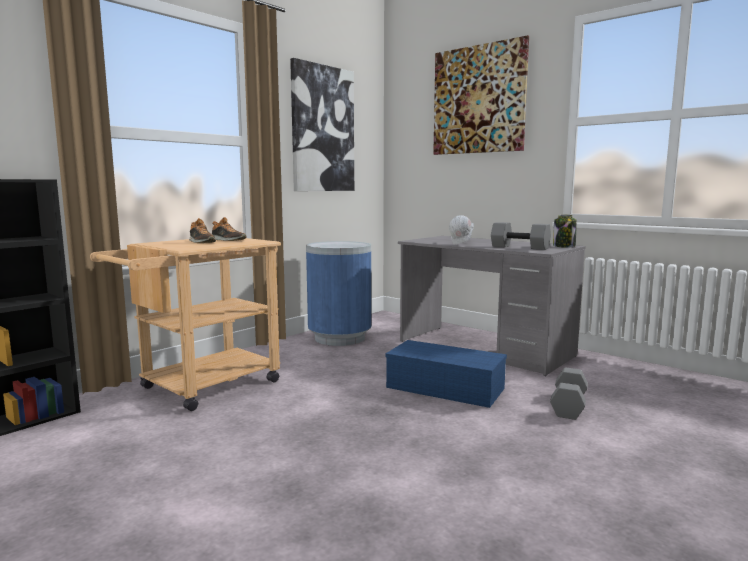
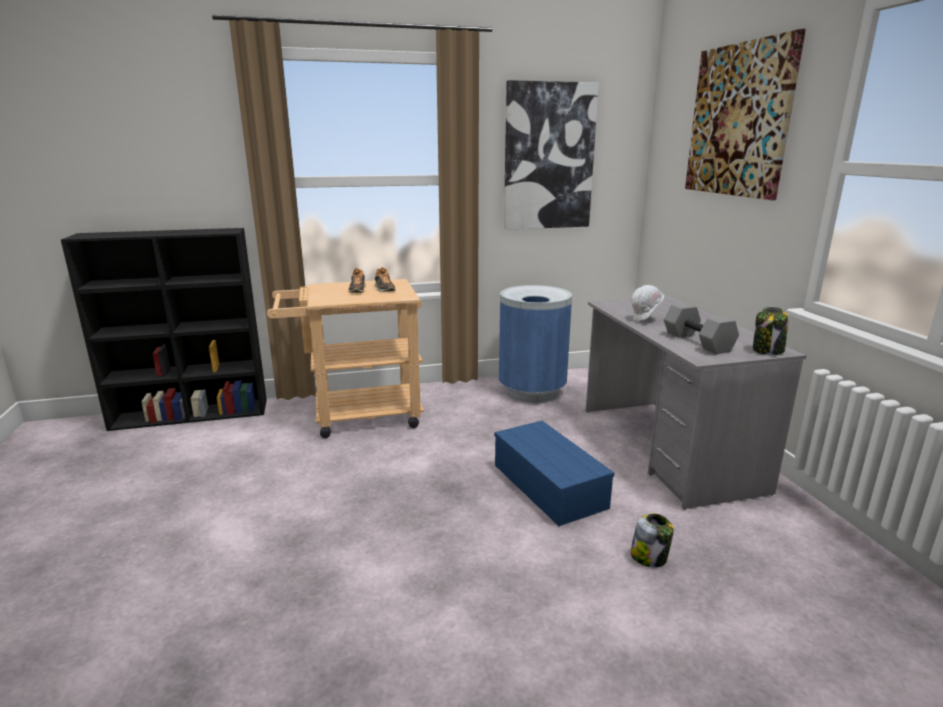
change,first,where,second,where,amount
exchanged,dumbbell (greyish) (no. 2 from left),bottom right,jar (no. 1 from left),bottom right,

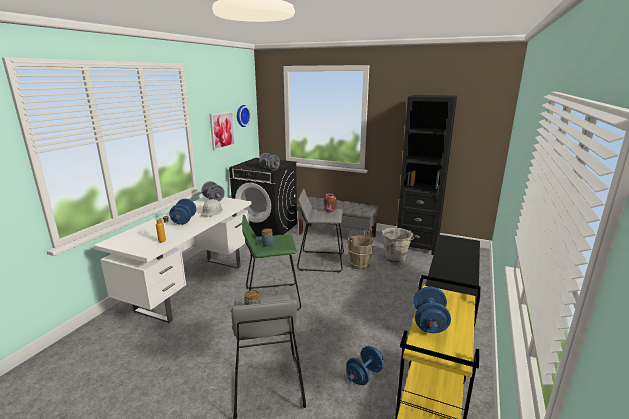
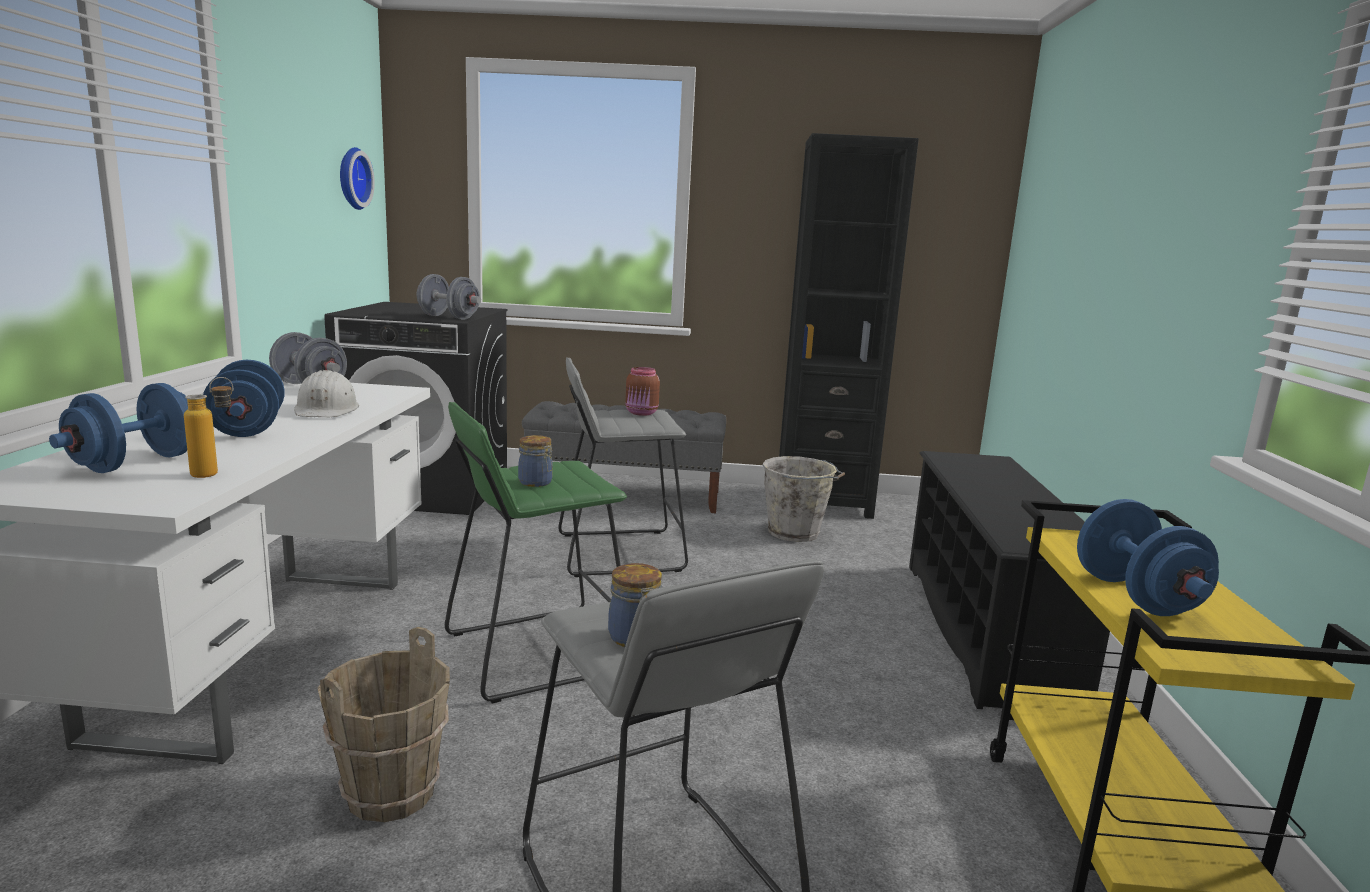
change,first,where,second,where,amount
missing,wall picture,top centre,,,
relocated,water bucket (brown-coloured),centre,,bottom left,
relocated,dumbbell (blue-coloured) (no. 2 from left in the first image),bottom centre,dumbbell (blue-coloured) (no. 1 from left),middle left,

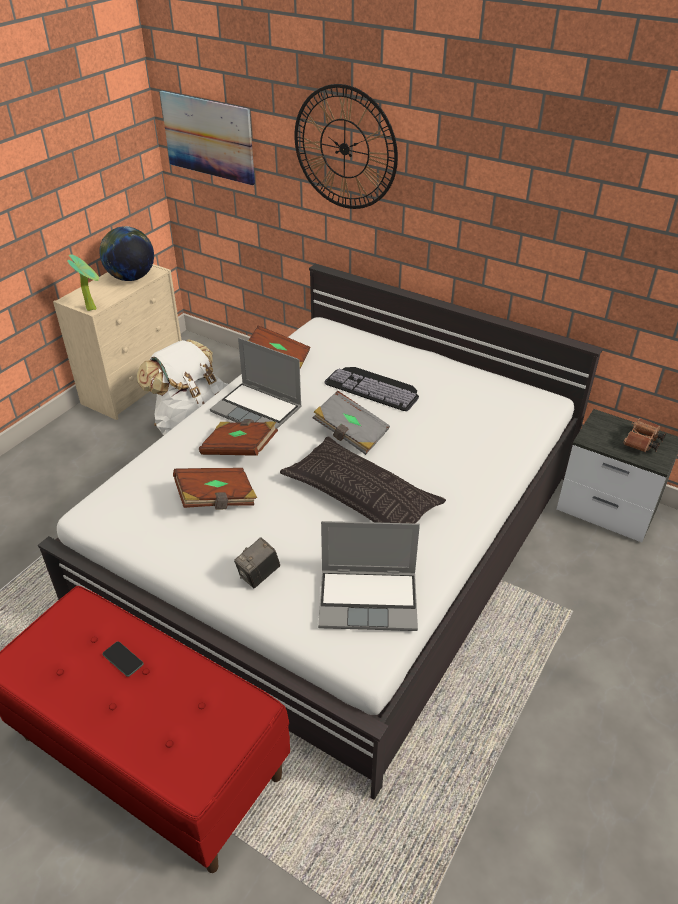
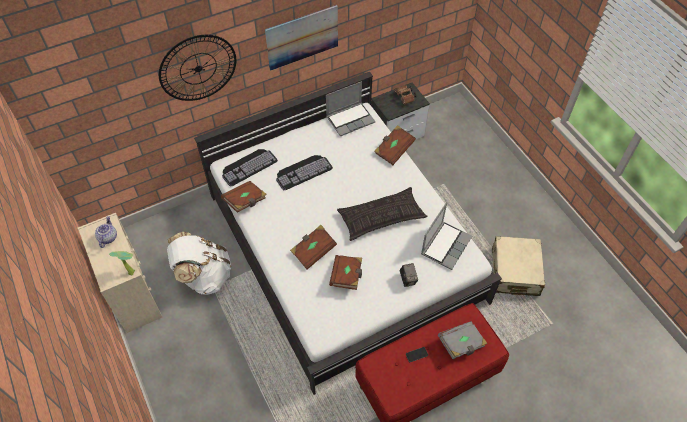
change,first,where,second,where,amount
relocated,wall picture,top left,,top centre,
exchanged,world globe,top left,tea pot,middle left,
relocated,notebook computer (no. 1 from left),centre,,top centre,
relocated,book (greyish),centre,,bottom right,
appeared,,,book (brown-coloured) (no. 4 from left),centre,
appeared,,,PC keyboard (no. 1 from left),centre,
appeared,,,travel case (beige-coloured),middle right,

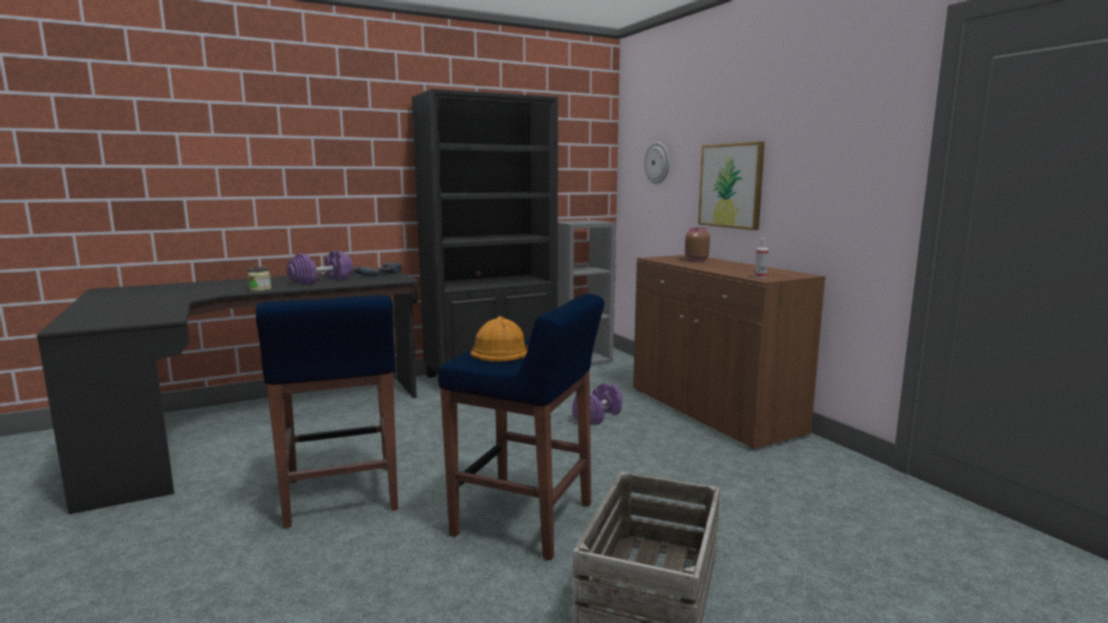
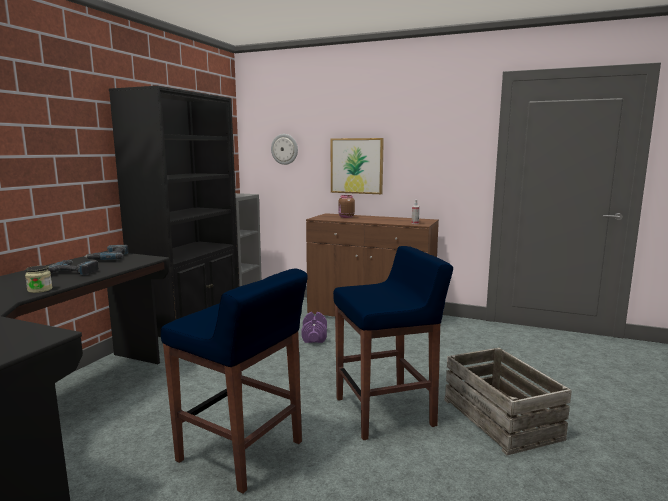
change,first,where,second,where,amount
exchanged,dumbbell (purple-coloured) (no. 1 from left),middle left,power drill (no. 1 from left),middle left,
missing,hard hat (orange-coloured),centre,,,

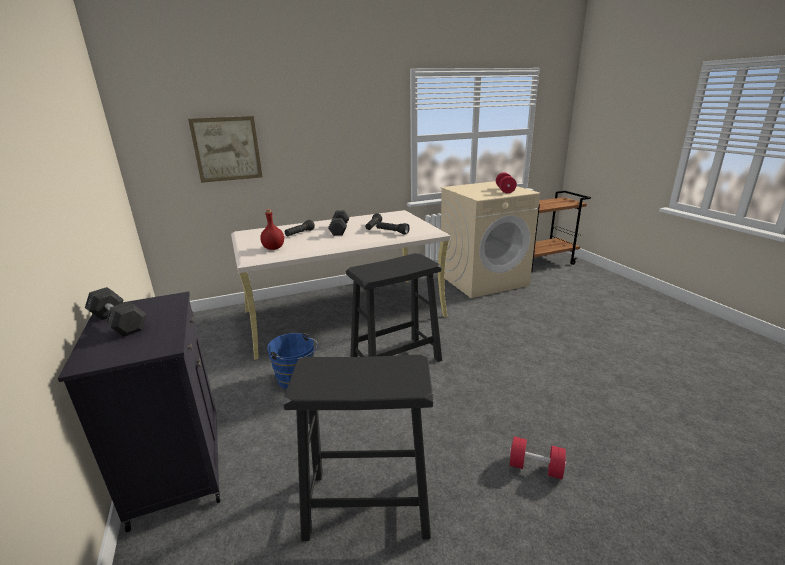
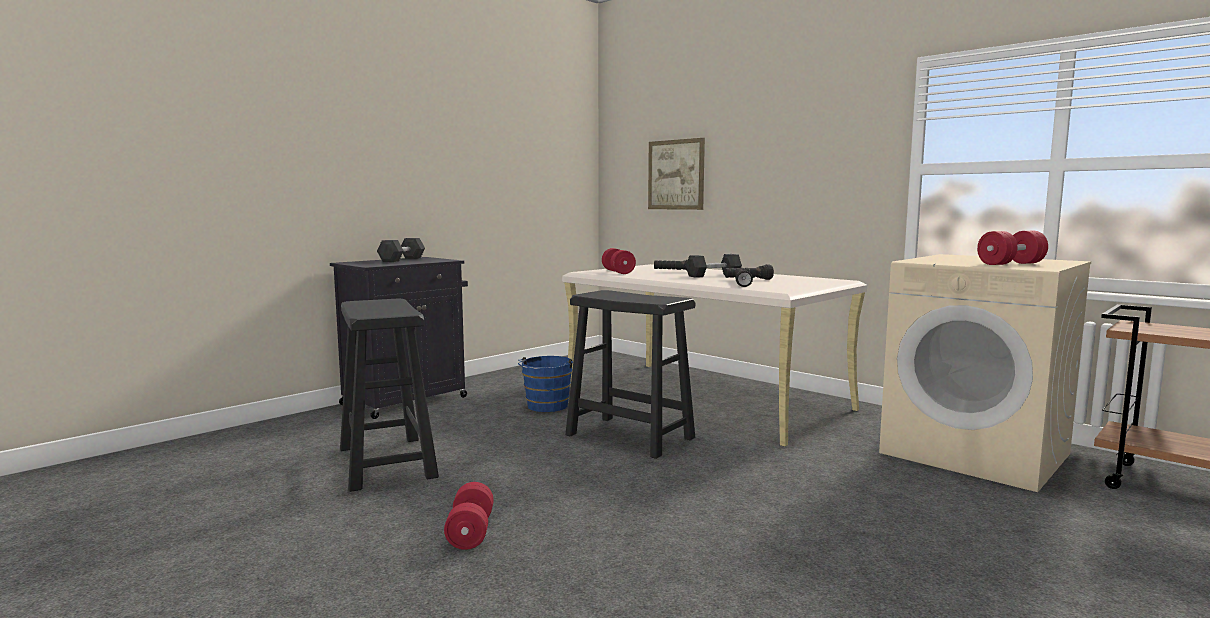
change,first,where,second,where,amount
exchanged,beverage bottle (red-coloured),centre,dumbbell (red-coloured) (no. 2 from left),centre,

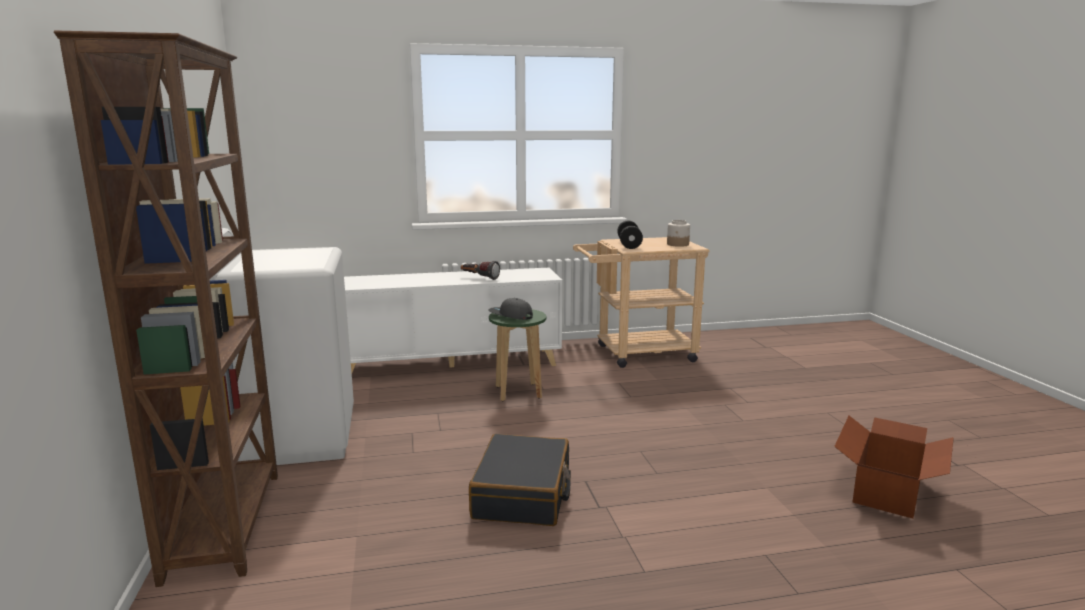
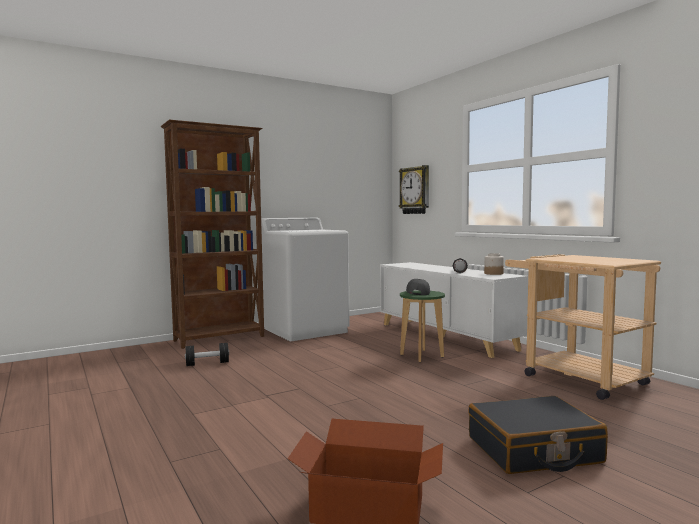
change,first,where,second,where,amount
relocated,dumbbell (black-coloured),centre,,bottom left,
relocated,jar,centre,,middle right,
relocated,travel case (black-coloured),bottom centre,,bottom right,
appeared,,,hanging clock,centre,

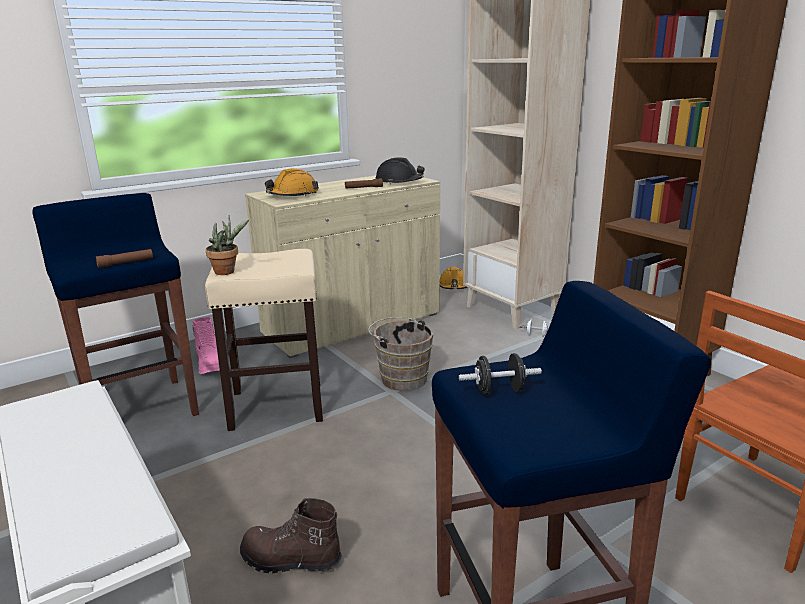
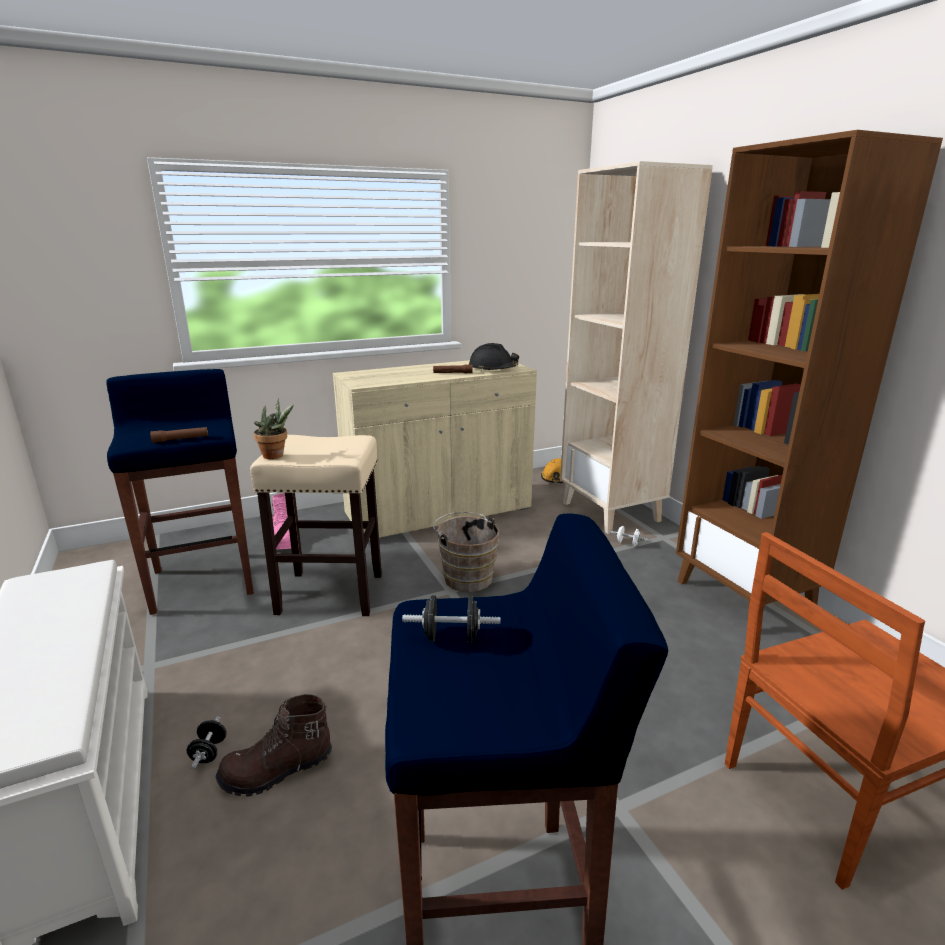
change,first,where,second,where,amount
missing,hard hat (orange-coloured) (no. 1 from left),top centre,,,
spun,boot (brown-coloured),bottom centre,,bottom left,45 degrees counterclockwise
appeared,,,dumbbell (black-coloured) (no. 1 from left),bottom left,

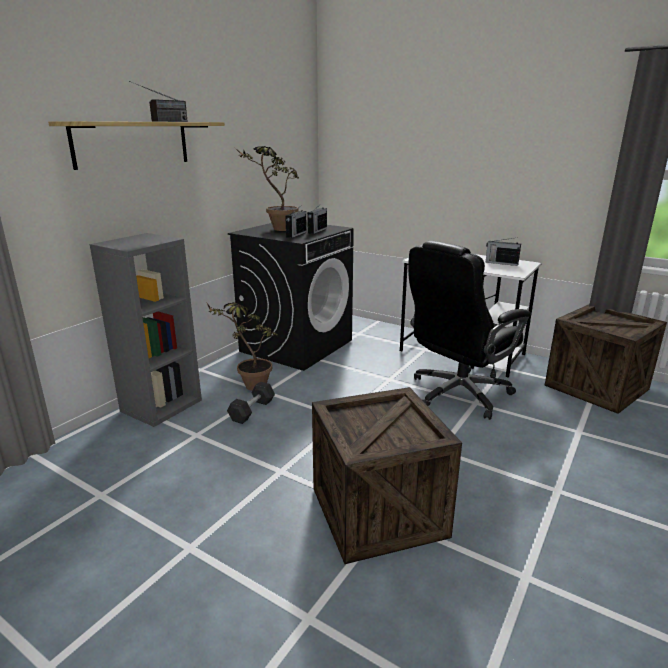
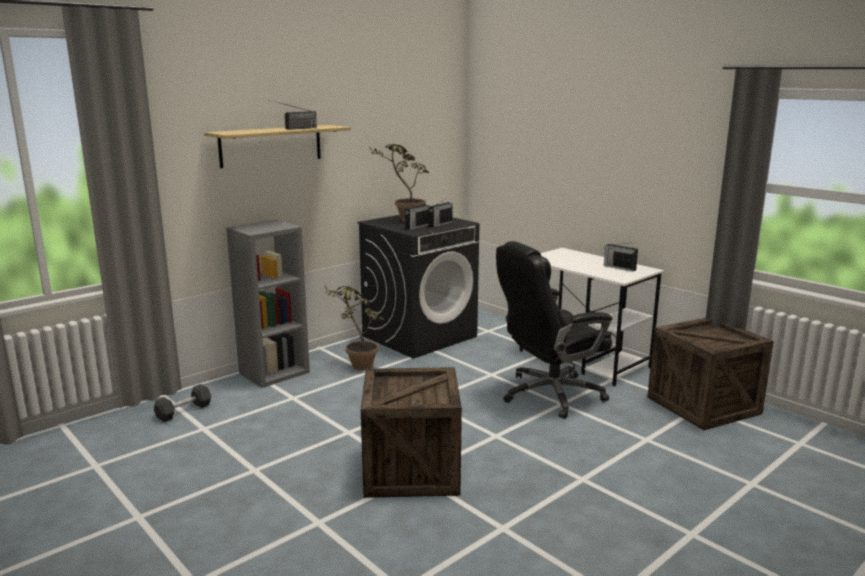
change,first,where,second,where,amount
relocated,dumbbell (greyish),centre,,bottom left,

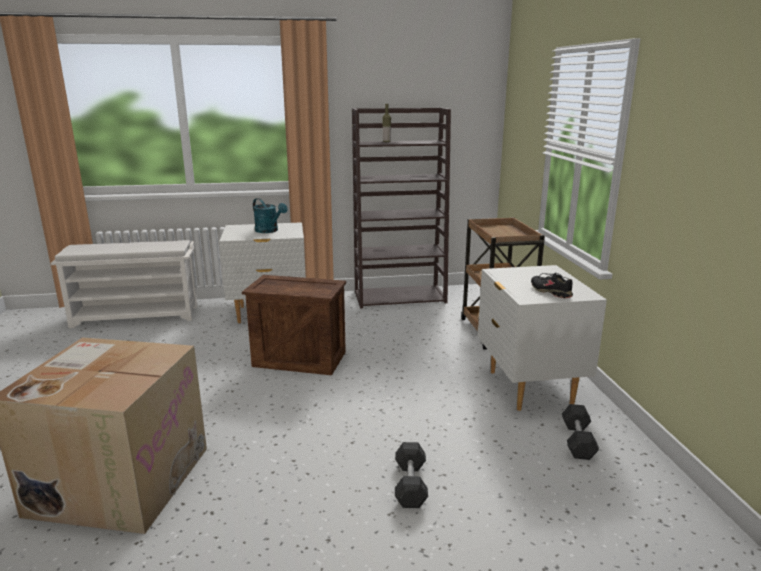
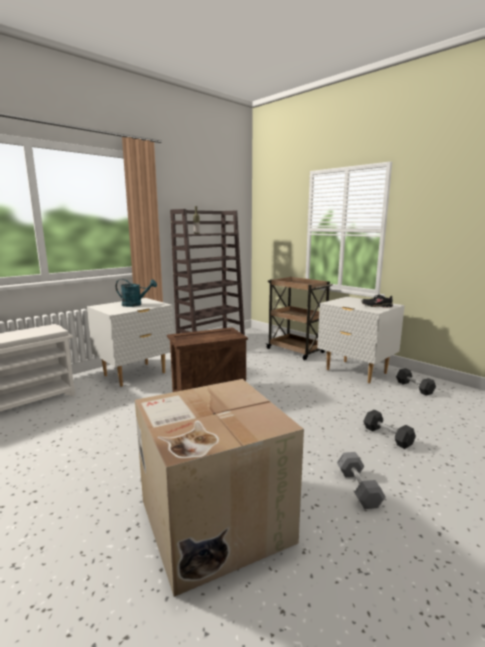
change,first,where,second,where,amount
appeared,,,dumbbell (greyish) (no. 1 from left),bottom right,

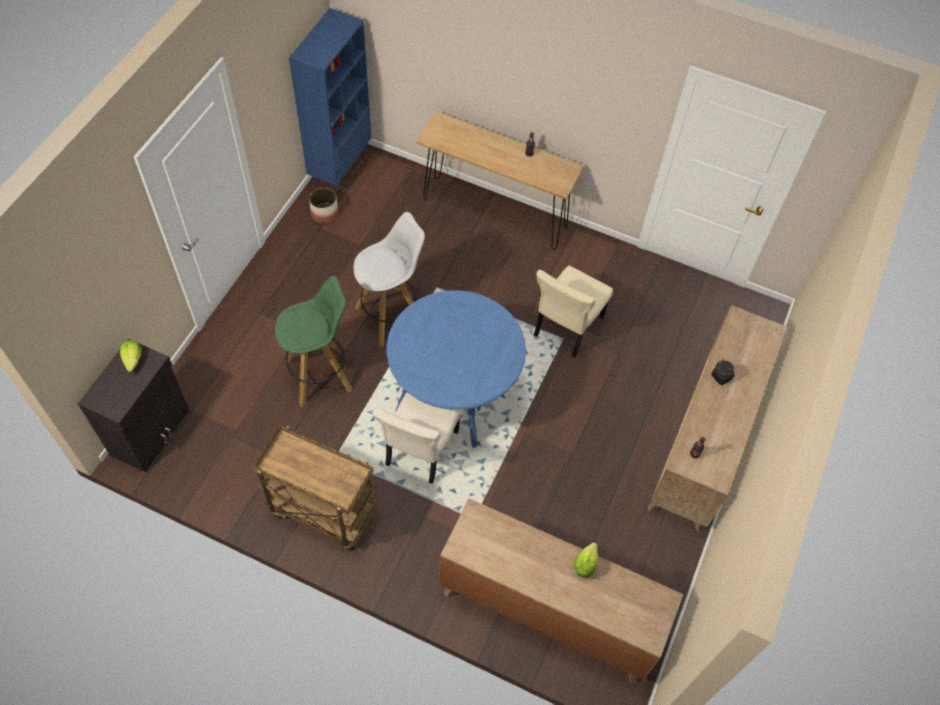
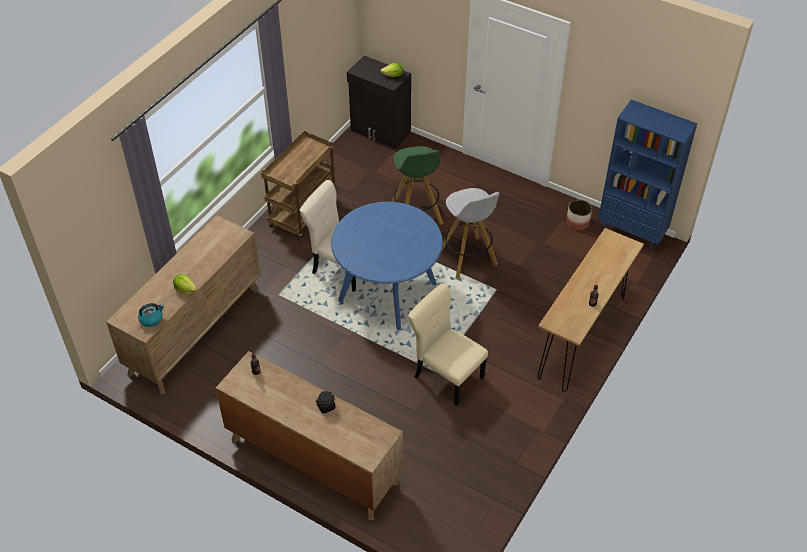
change,first,where,second,where,amount
appeared,,,tea kettle,middle left,

